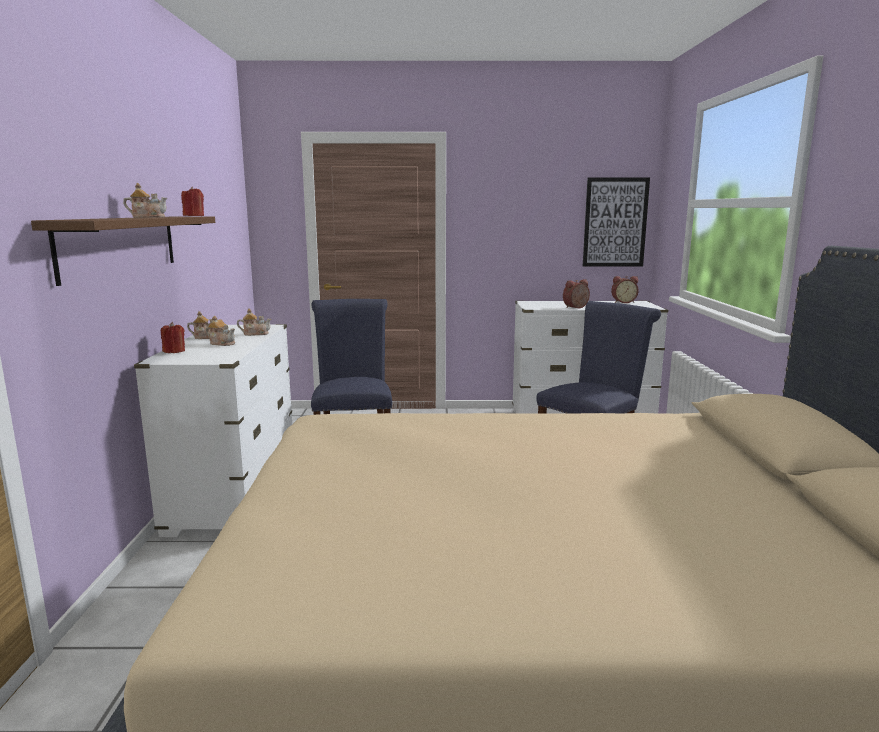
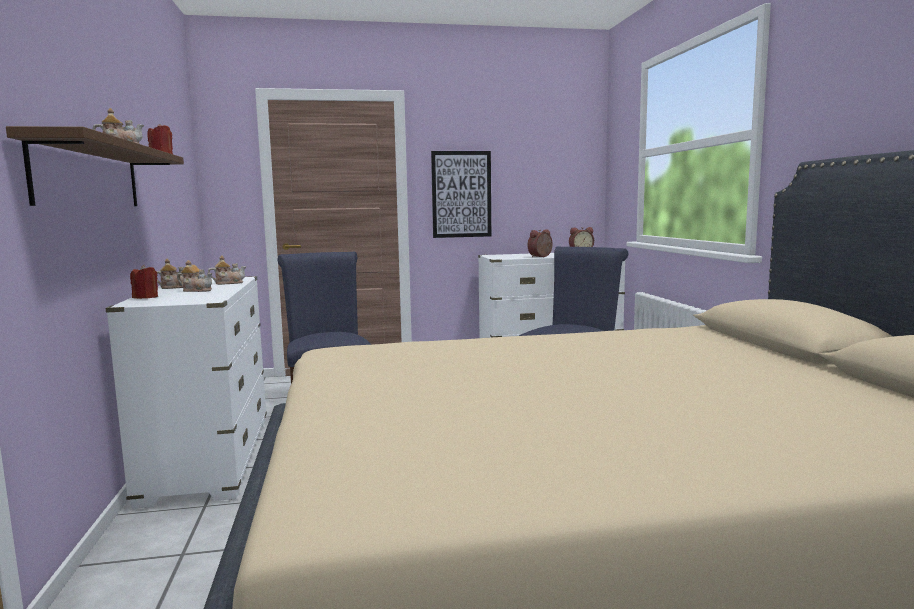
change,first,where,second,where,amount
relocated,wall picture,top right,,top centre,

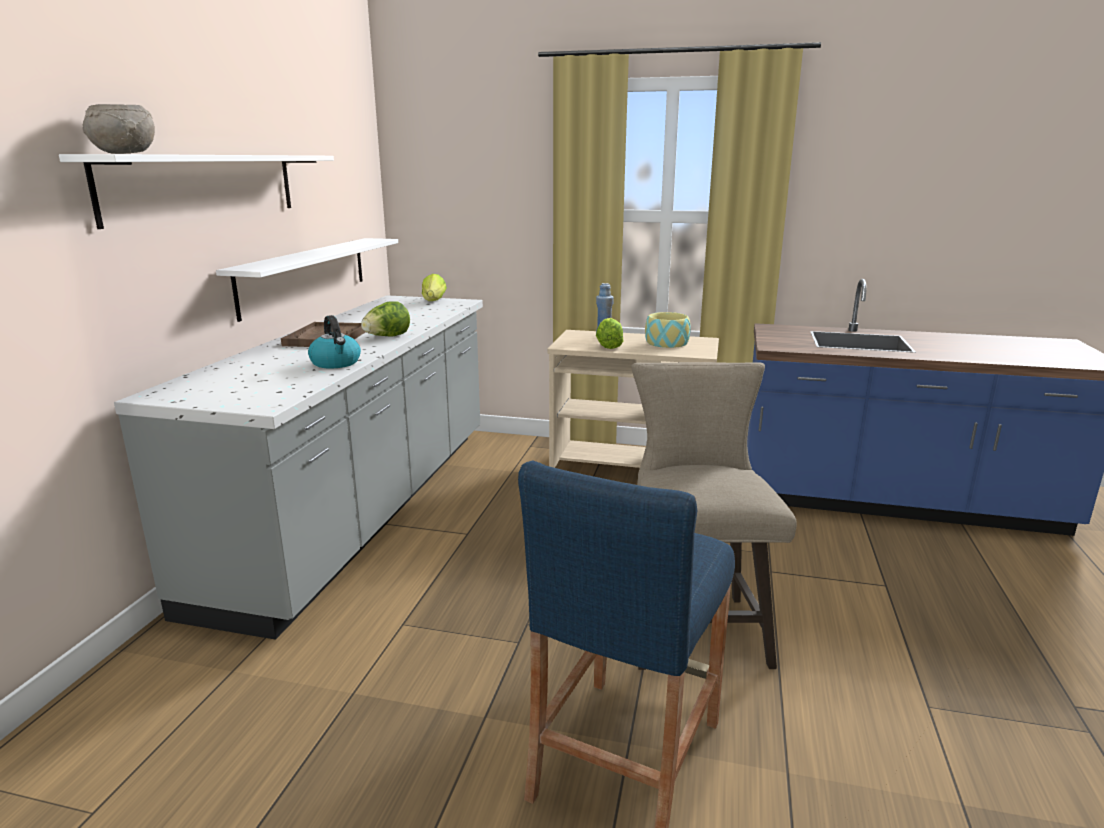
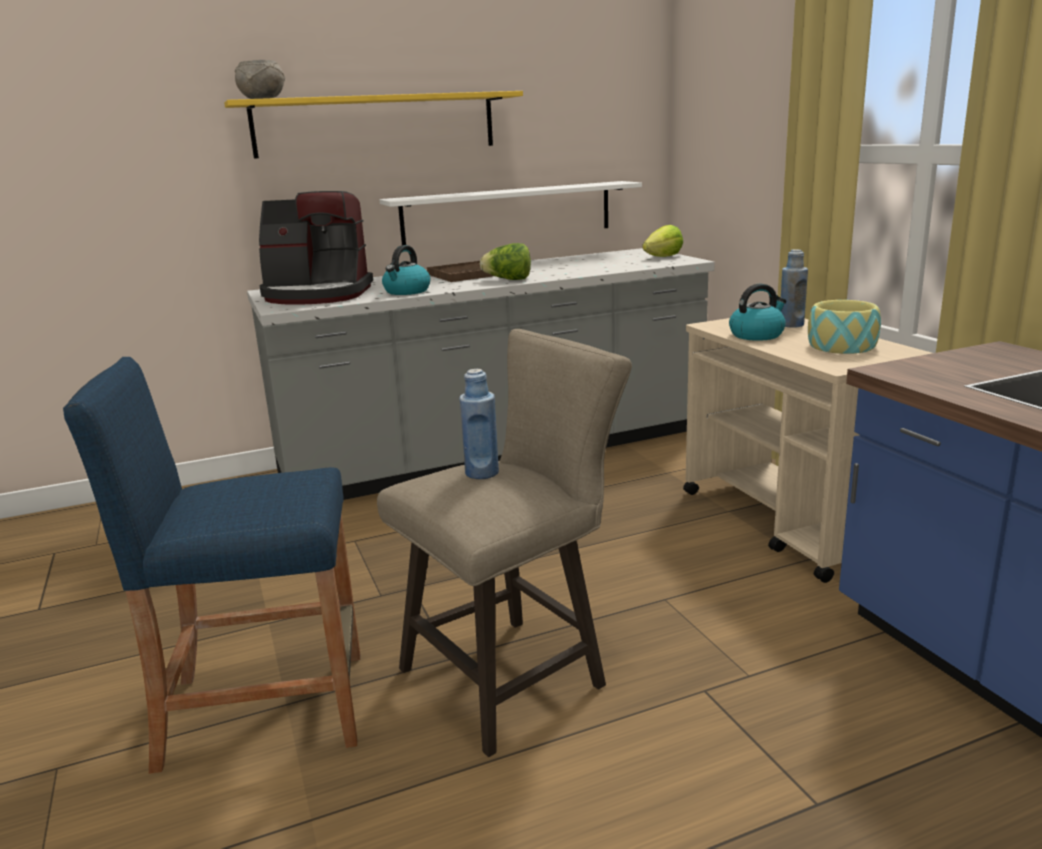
change,first,where,second,where,amount
colour,bracket shelf (whitish) (no. 1 from left),top left,bracket shelf (yellow-coloured),top centre,
exchanged,lettuce (no. 3 from left),centre,tea kettle (no. 2 from left),middle right,
appeared,,,coffee machine,top left,
appeared,,,beverage bottle (blue-coloured) (no. 1 from left),centre,

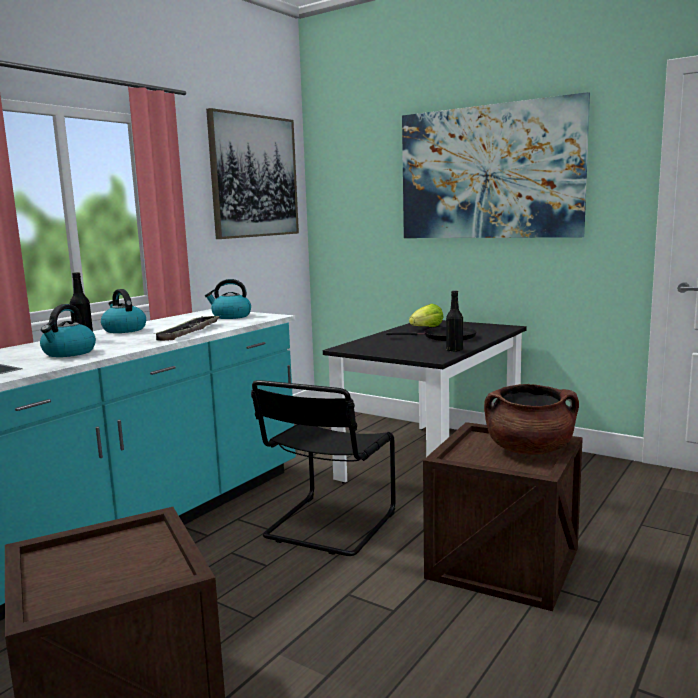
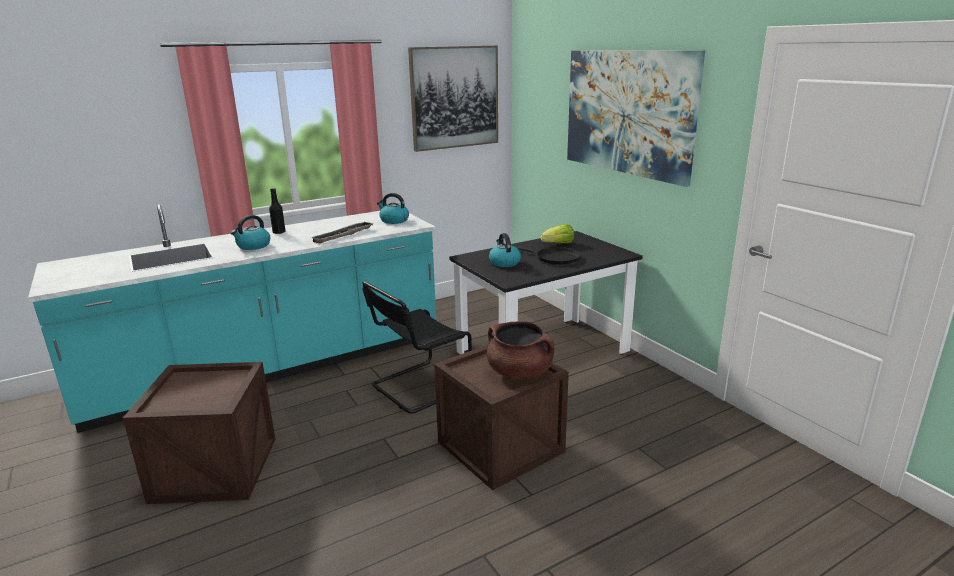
change,first,where,second,where,amount
relocated,tea kettle (no. 2 from left in the first image),middle left,tea kettle (no. 3 from left),centre,
missing,beverage bottle (black-coloured) (no. 2 from left),centre,,,

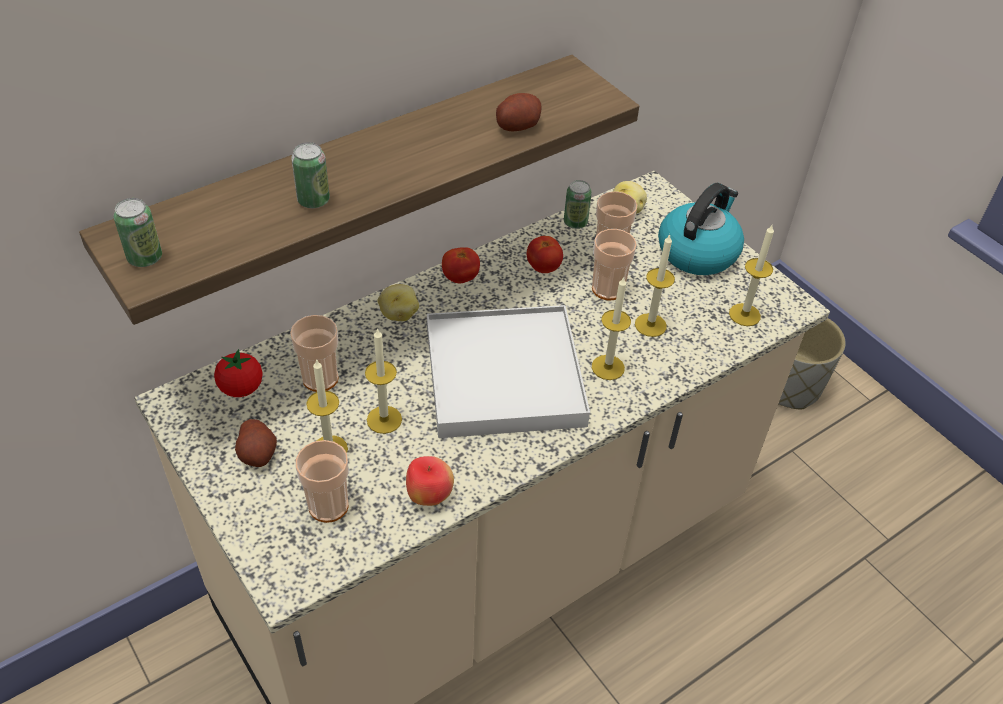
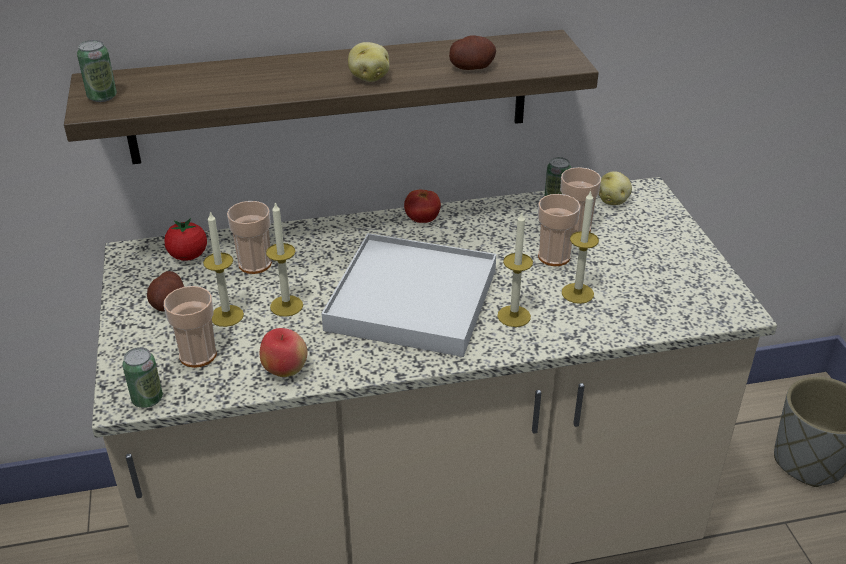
change,first,where,second,where,amount
relocated,metal can (no. 2 from left),top left,,bottom left,
missing,tea kettle,top right,,,
missing,wax light (no. 5 from left),middle right,,,
missing,fresh tomato (no. 3 from left),centre,,,
relocated,potato (no. 2 from left),centre,,top centre,

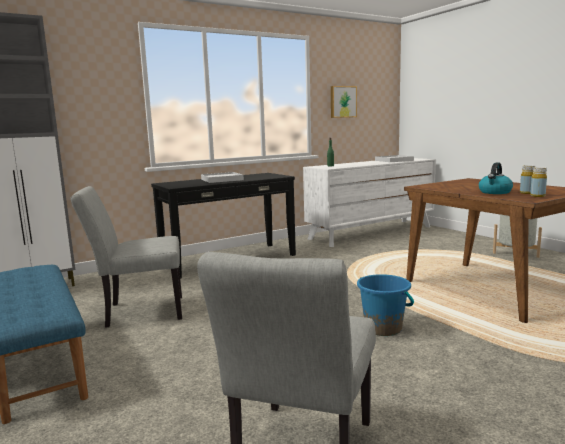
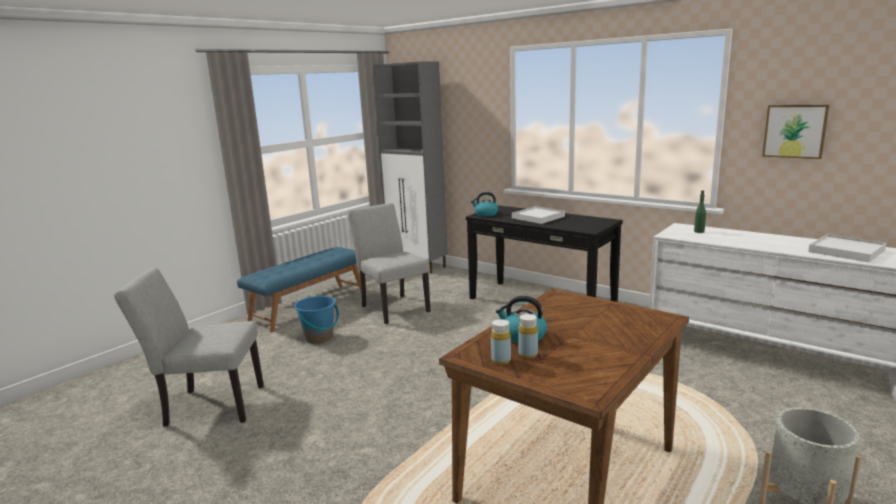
change,first,where,second,where,amount
relocated,water bucket (blue-coloured),bottom right,,centre,
appeared,,,tea kettle (no. 1 from left),centre,

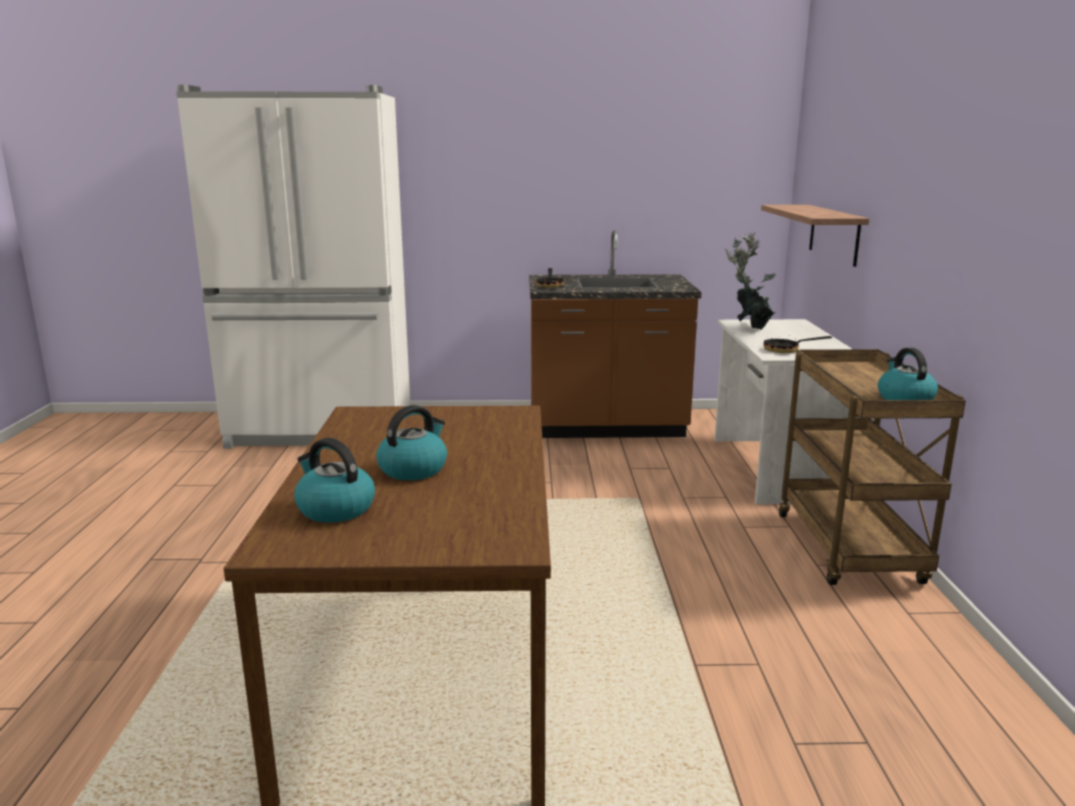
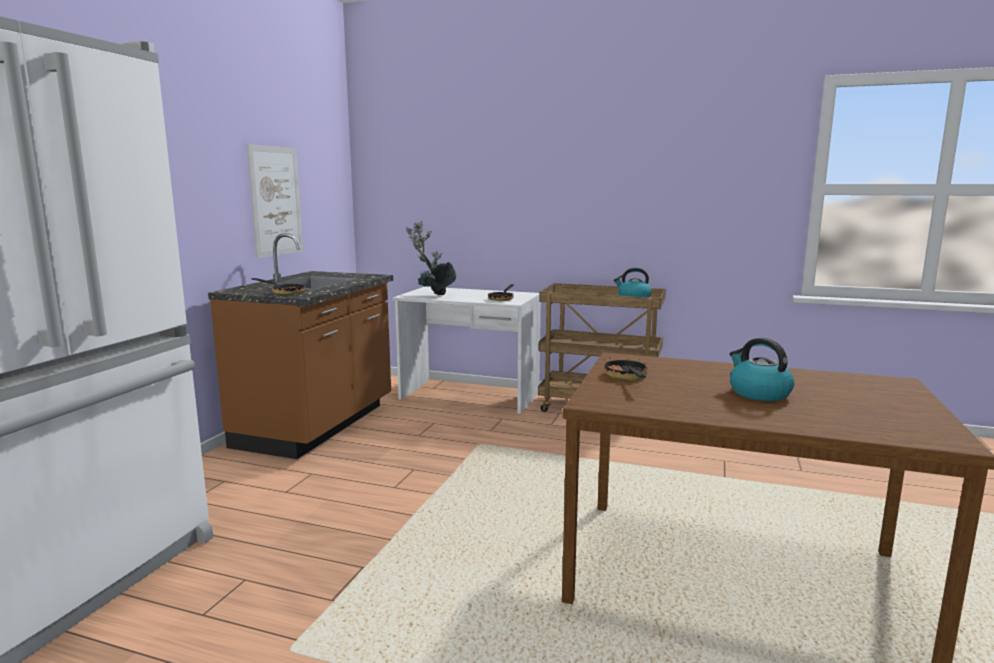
change,first,where,second,where,amount
missing,bracket shelf,top right,,,
missing,tea kettle (no. 1 from left),middle left,,,
appeared,,,wall picture,top left,
appeared,,,frying pan (no. 3 from left),centre,

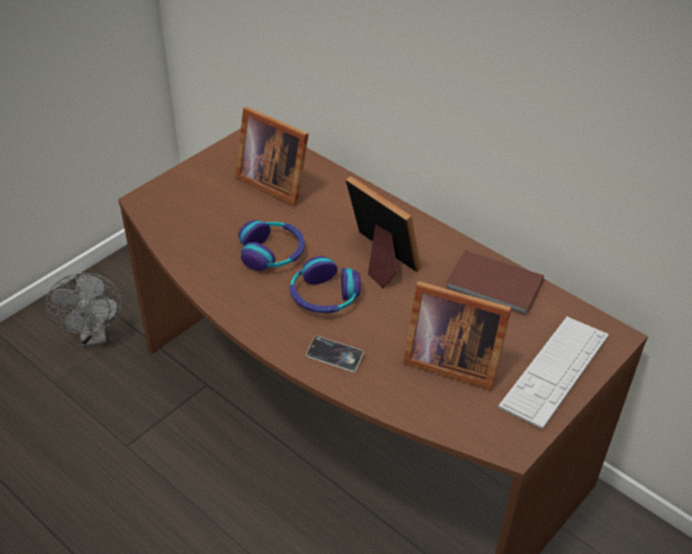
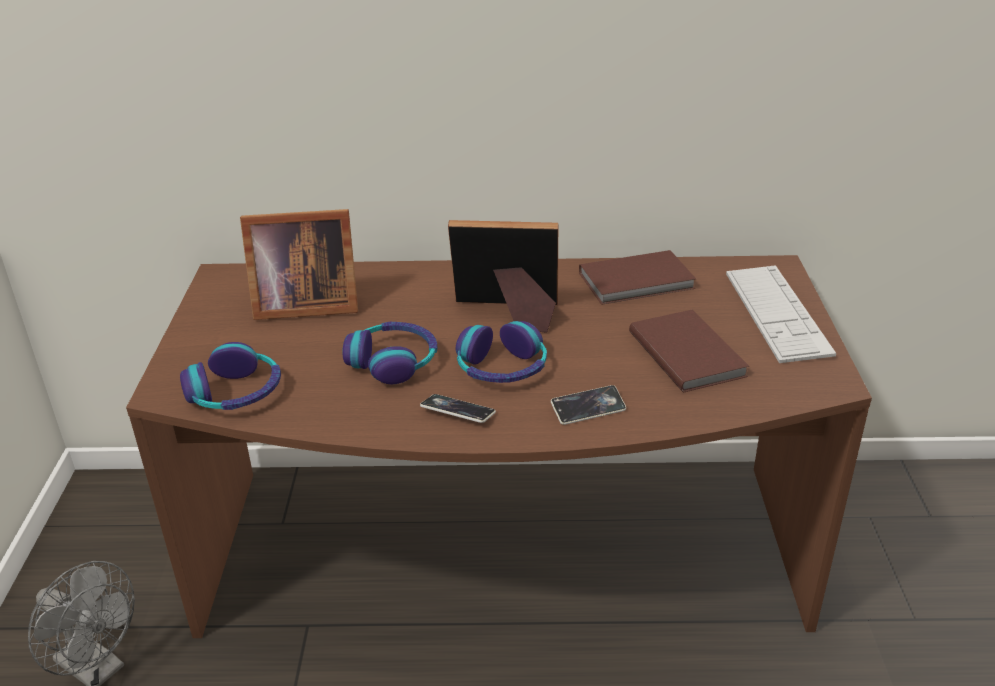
change,first,where,second,where,amount
exchanged,photo frame (no. 3 from left),centre,book (brown-coloured) (no. 2 from left),middle right,
appeared,,,pair of headphones (no. 1 from left),middle left,
appeared,,,telephone (no. 1 from left),centre,

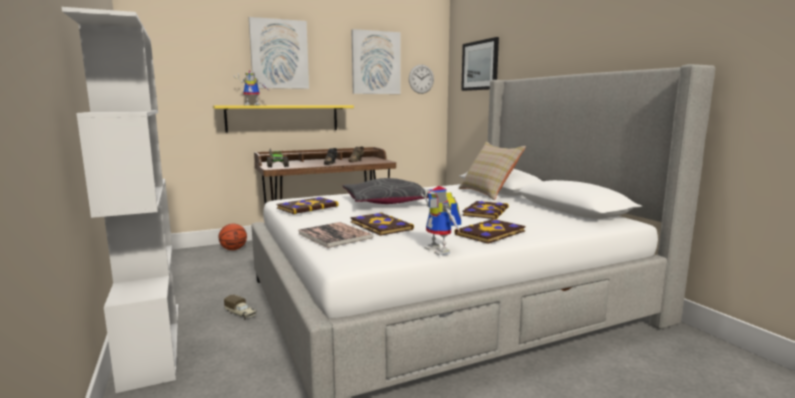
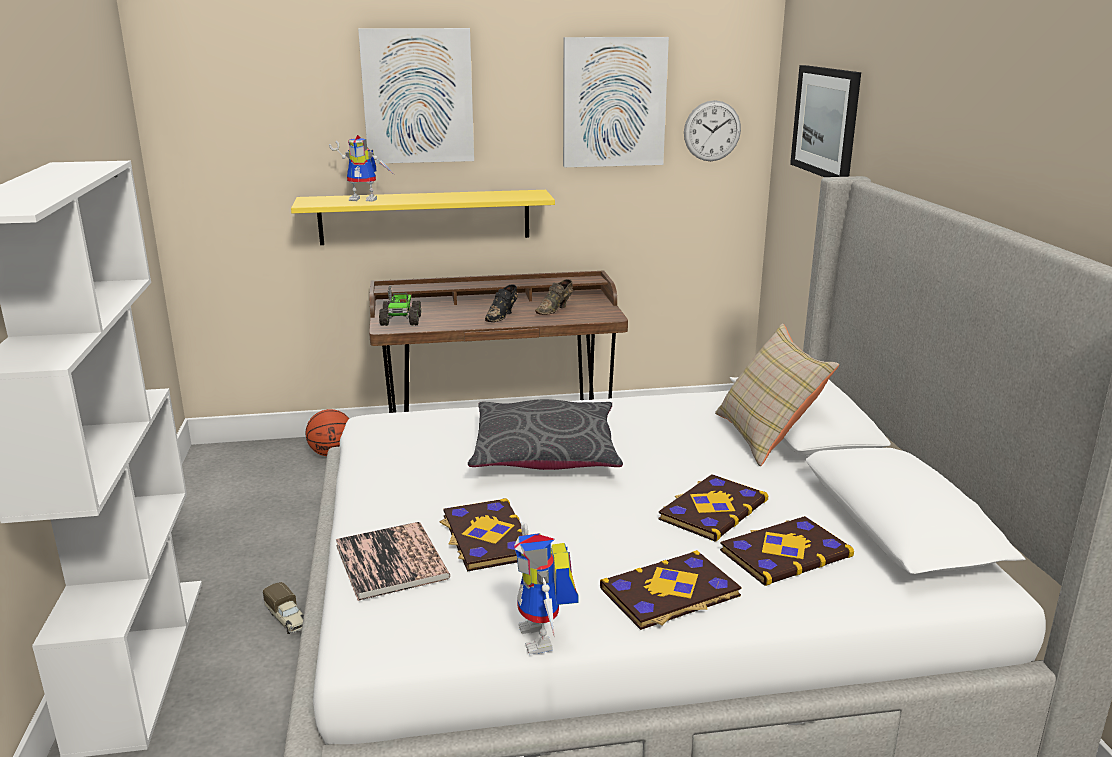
change,first,where,second,where,amount
relocated,book (no. 1 from left in the first image),centre,book (no. 5 from left),bottom right,

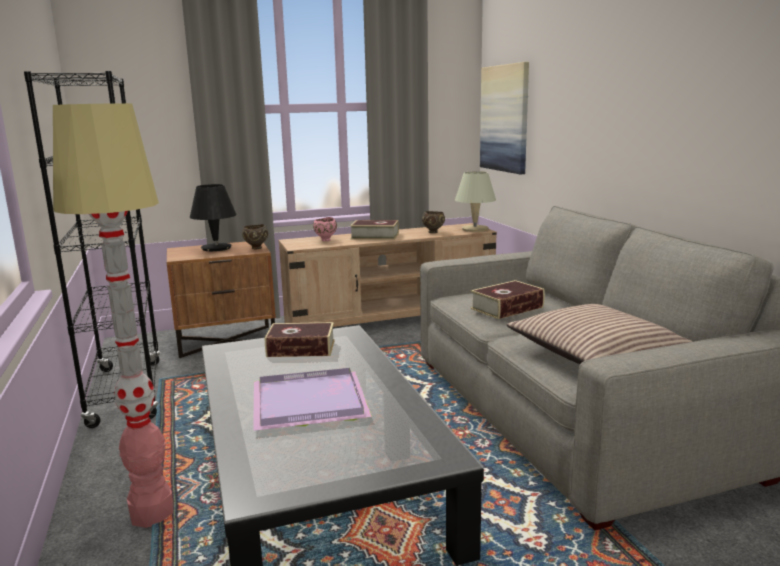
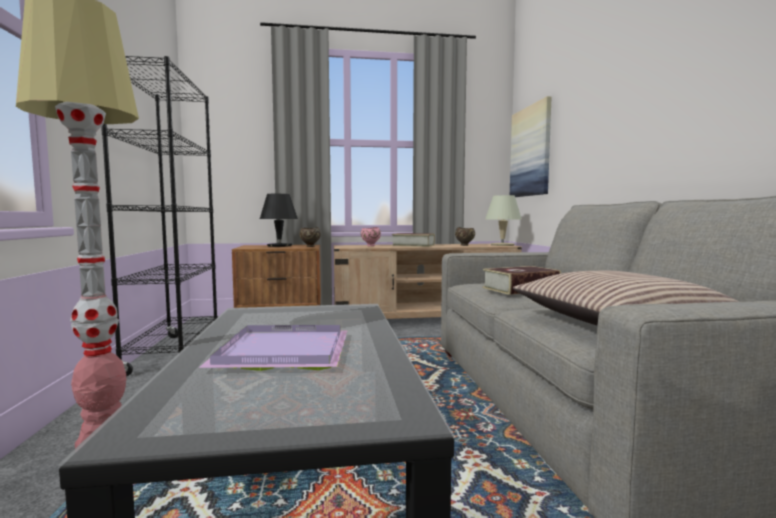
change,first,where,second,where,amount
missing,book (no. 1 from left),centre,,,

